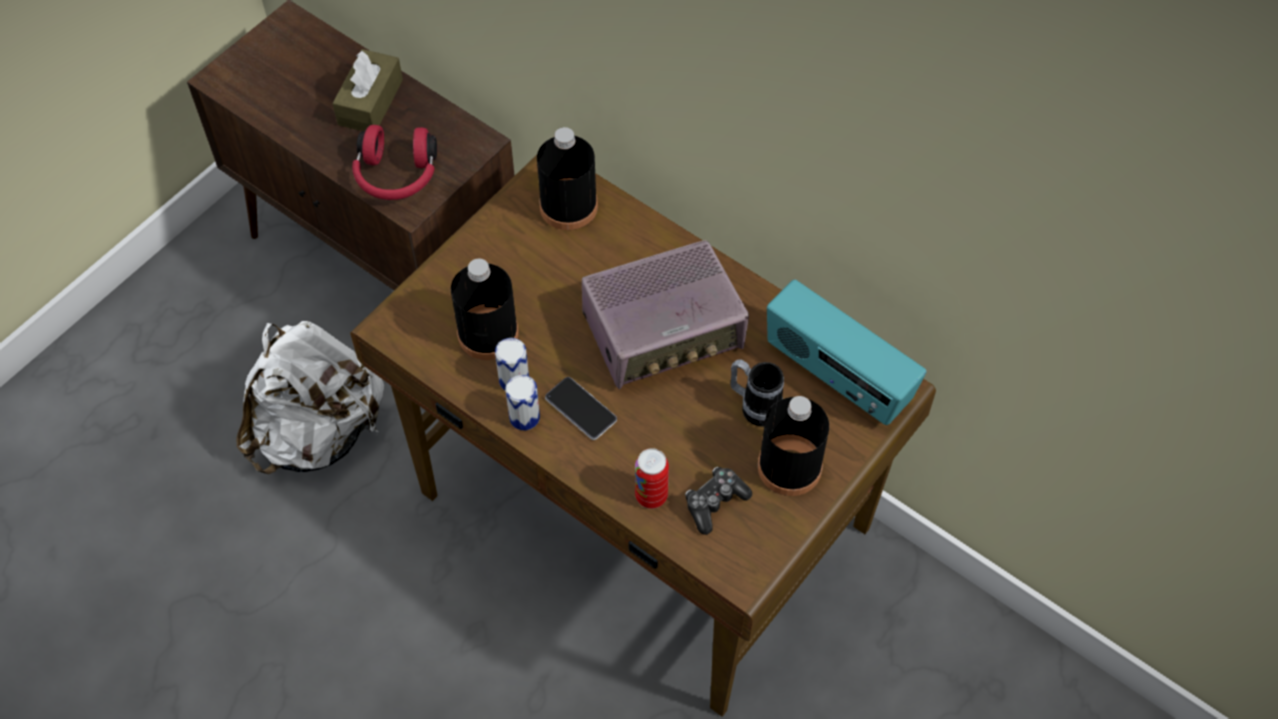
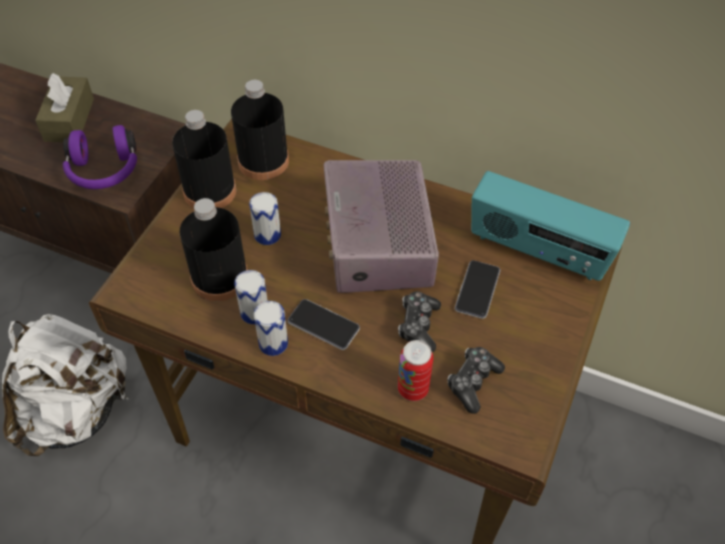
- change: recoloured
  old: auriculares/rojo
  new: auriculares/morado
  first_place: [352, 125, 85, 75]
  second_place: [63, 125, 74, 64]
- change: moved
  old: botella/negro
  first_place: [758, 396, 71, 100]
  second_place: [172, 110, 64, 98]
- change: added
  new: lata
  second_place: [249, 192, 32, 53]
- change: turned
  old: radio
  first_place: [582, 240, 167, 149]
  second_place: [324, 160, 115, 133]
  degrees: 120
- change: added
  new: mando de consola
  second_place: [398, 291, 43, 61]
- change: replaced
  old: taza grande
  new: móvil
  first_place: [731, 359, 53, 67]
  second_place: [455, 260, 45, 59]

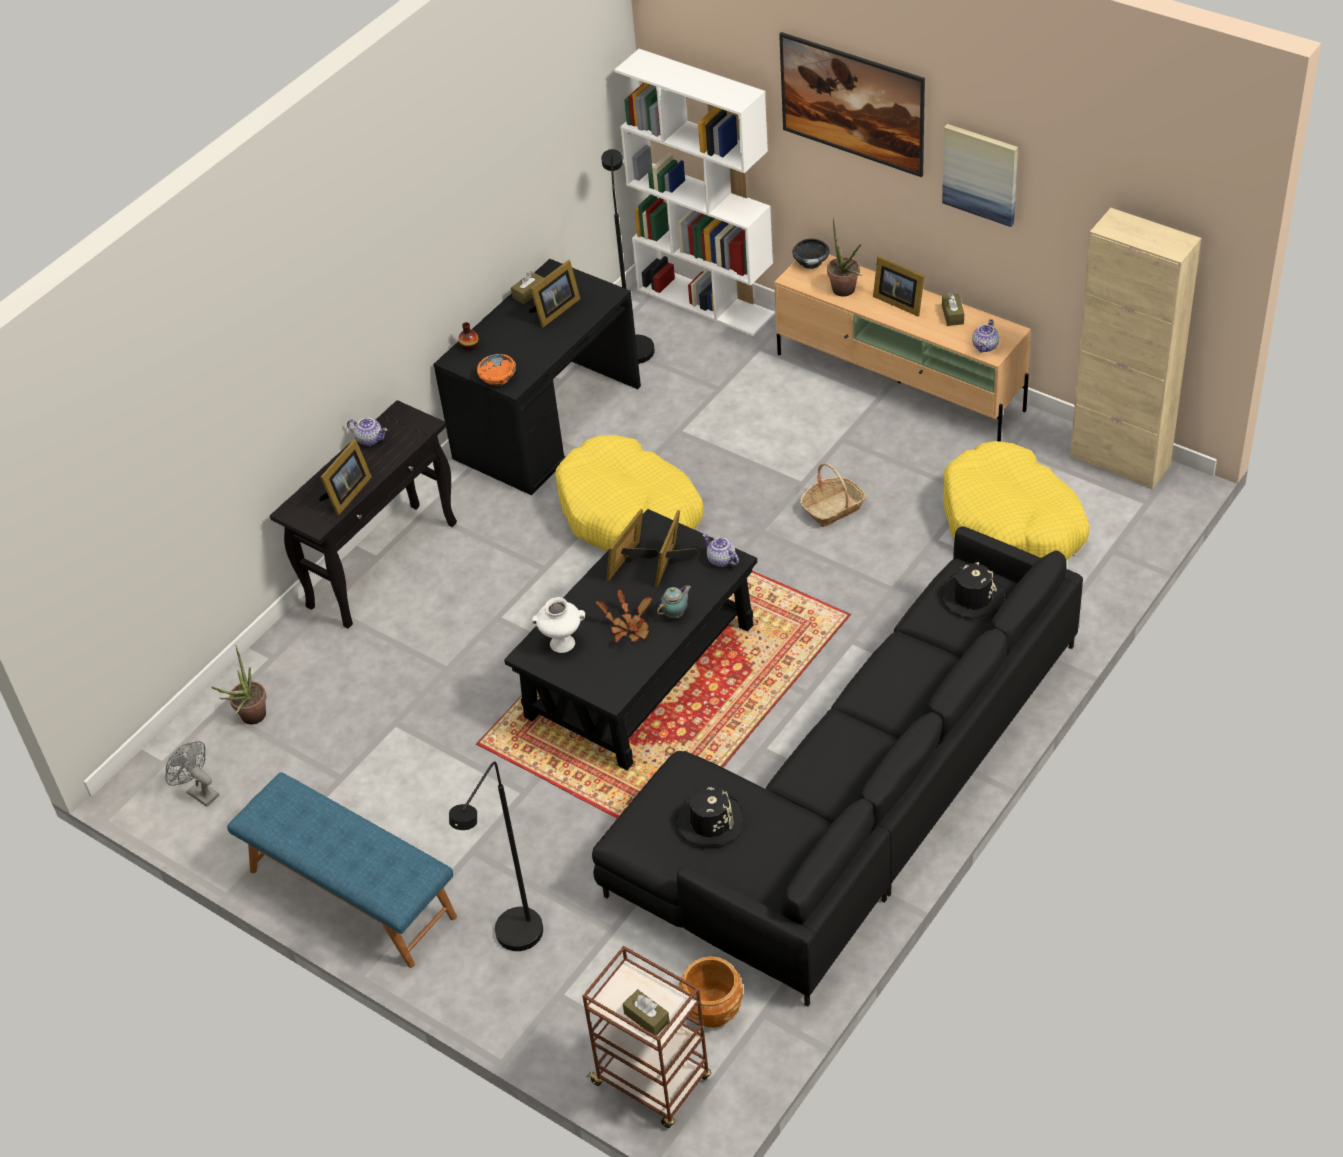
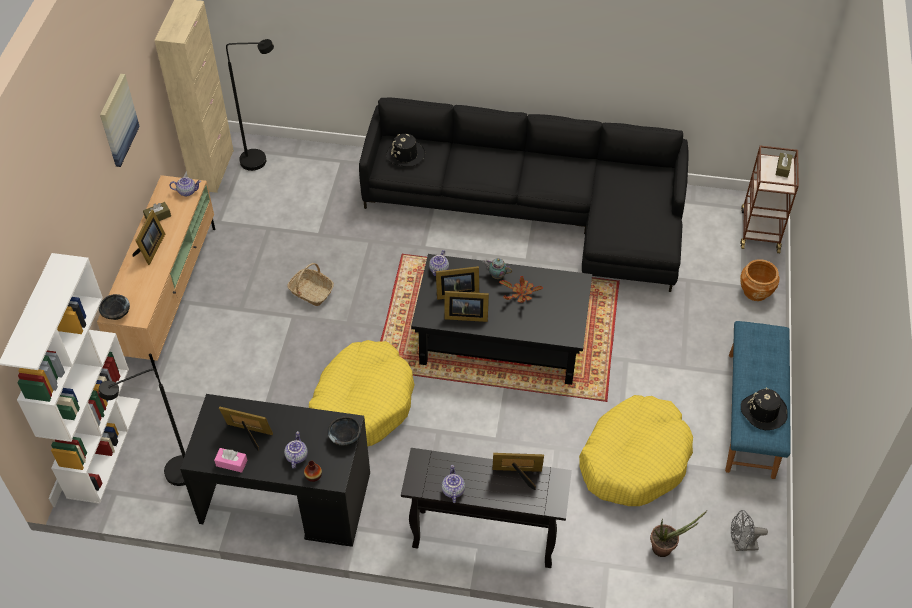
- change: recoloured
  old: caja de pañuelos/marrón
  new: caja de pañuelos/rosa
  first_place: [511, 271, 33, 33]
  second_place: [214, 448, 34, 25]
- change: moved
  old: lámpara de pie/negro
  first_place: [449, 761, 94, 190]
  second_place: [226, 39, 48, 132]
- change: added
  new: tetera
  second_place: [284, 431, 24, 38]
- change: recoloured
  old: cuenco/naranja
  new: cuenco/negro
  first_place: [477, 354, 39, 32]
  second_place: [328, 417, 33, 29]
- change: moved
  old: cama para perro/amarillo
  first_place: [943, 441, 146, 120]
  second_place: [579, 395, 114, 111]
- change: turned
  old: ventilador/gris
  first_place: [165, 741, 54, 66]
  second_place: [731, 510, 37, 41]
  degrees: 75
- change: moved
  old: maceta/marrón
  first_place: [679, 956, 64, 72]
  second_place: [740, 259, 39, 42]
- change: moved
  old: sombrero/negro
  first_place: [676, 786, 68, 59]
  second_place: [741, 387, 47, 43]
- change: removed
  old: florero/blanco
  first_place: [532, 597, 53, 56]
- change: removed
  old: cuadro
  first_place: [779, 32, 146, 145]
- change: removed
  old: planta en maceta
  first_place: [827, 218, 35, 79]

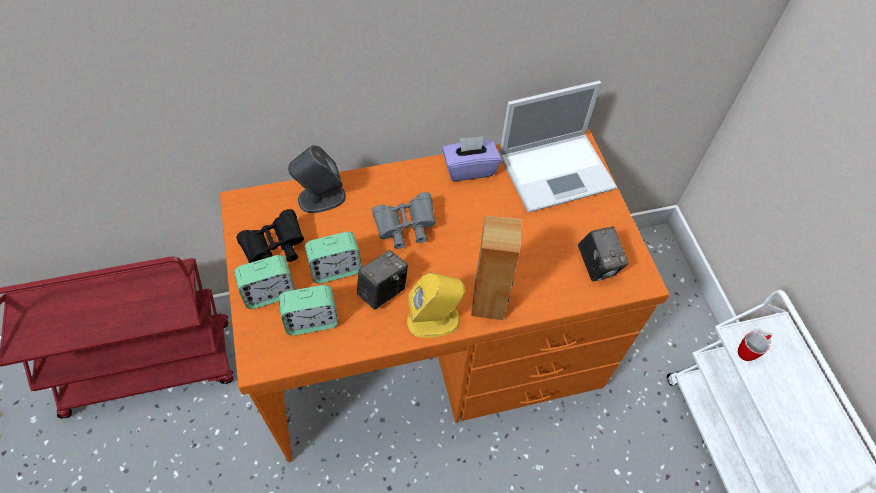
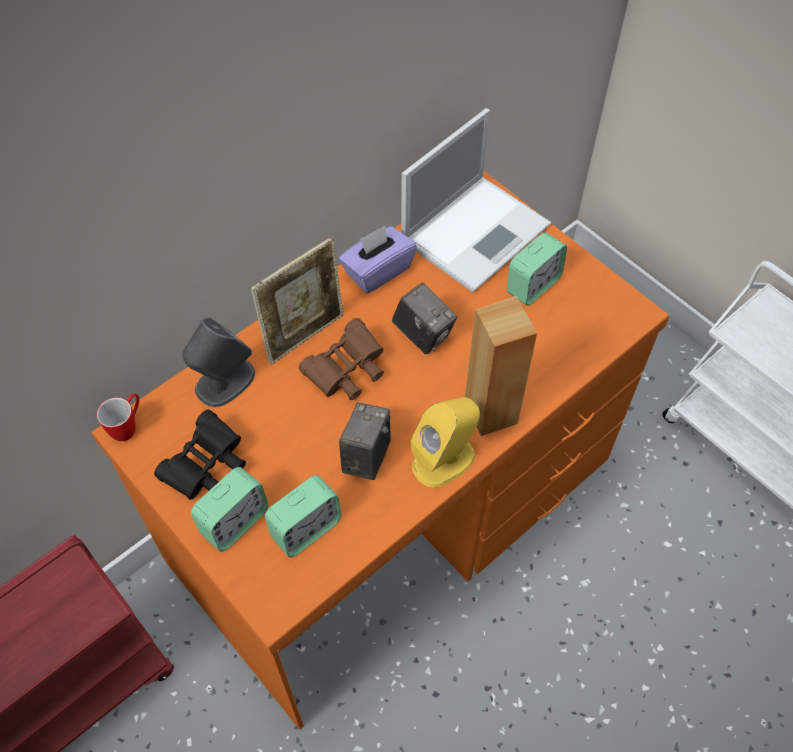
- change: moved
  old: taza grande
  first_place: [738, 332, 33, 29]
  second_place: [97, 394, 42, 47]
- change: added
  new: portarretratos
  second_place: [251, 237, 93, 128]
- change: recoloured
  old: prismáticos/gris
  new: prismáticos/marrón
  first_place: [372, 192, 64, 57]
  second_place: [299, 318, 85, 82]
- change: moved
  old: cámara
  first_place: [578, 227, 51, 54]
  second_place: [392, 283, 65, 71]
- change: moved
  old: despertador
  first_place: [305, 232, 57, 51]
  second_place: [507, 232, 60, 74]

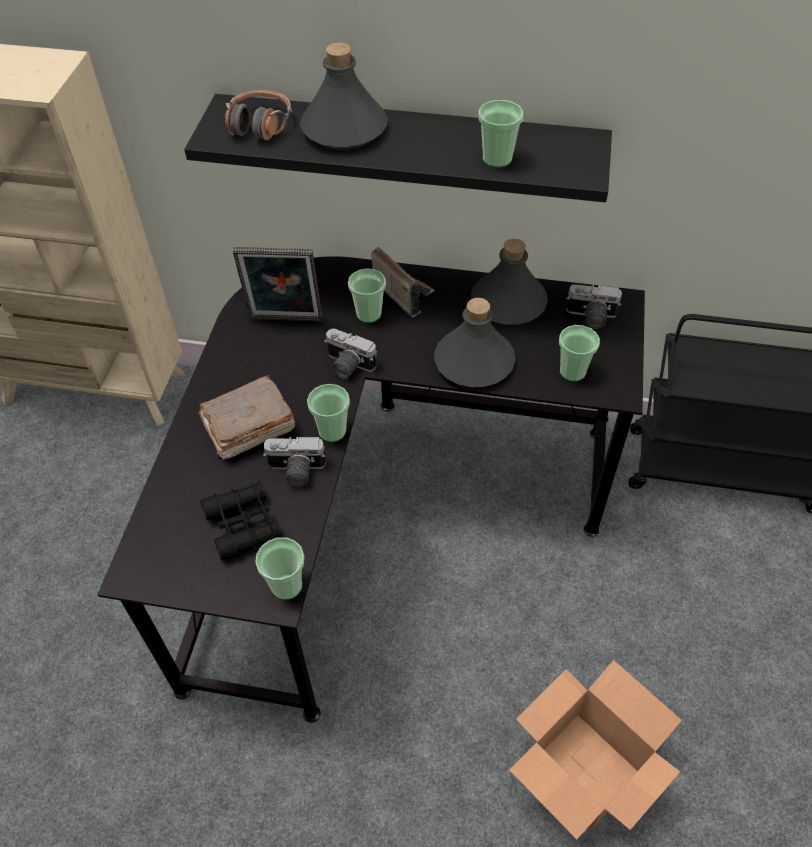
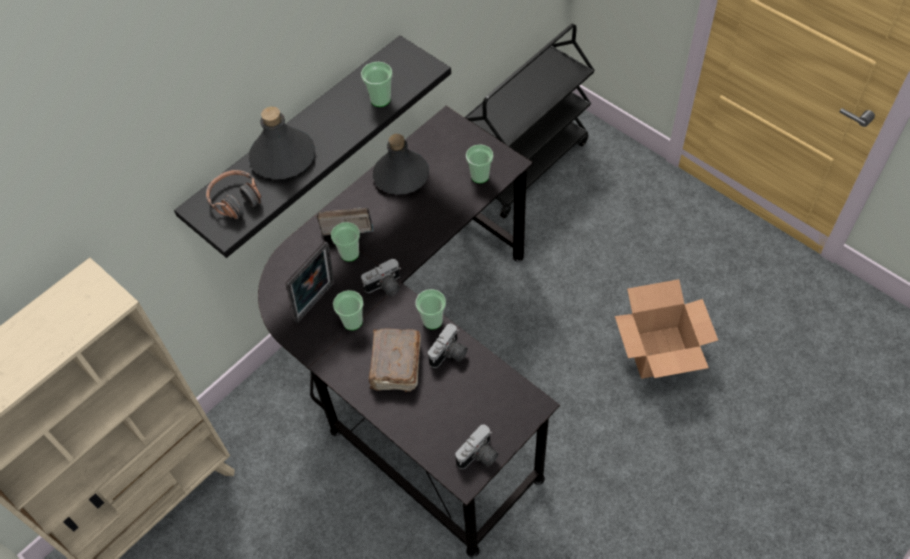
- change: moved
  old: taza
  first_place: [255, 537, 49, 63]
  second_place: [333, 290, 31, 40]
- change: moved
  old: cámara
  first_place: [566, 284, 56, 45]
  second_place: [455, 424, 44, 45]
- change: removed
  old: prismáticos/negro
  first_place: [200, 481, 83, 79]
- change: removed
  old: botella/gris
  first_place: [434, 298, 82, 89]

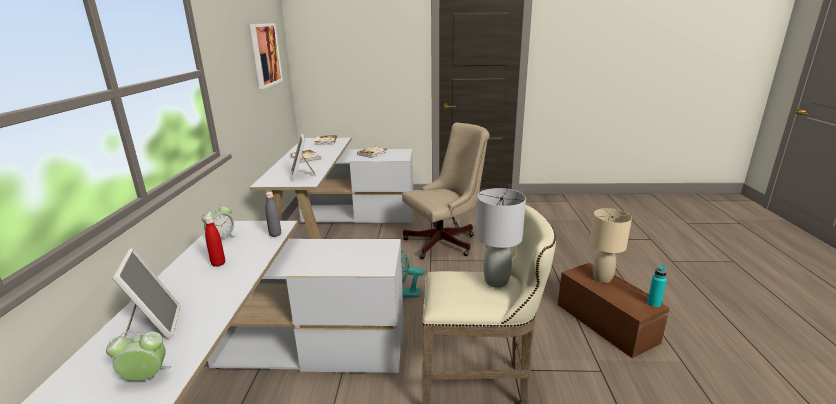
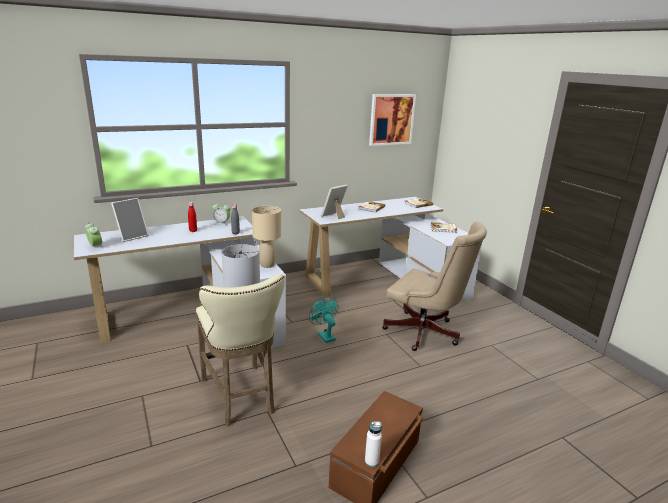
- change: moved
  old: lámpara de mesa/beis
  first_place: [590, 208, 42, 75]
  second_place: [252, 206, 29, 62]
- change: recoloured
  old: botella/turquesa
  new: botella/blanco
  first_place: [647, 265, 20, 43]
  second_place: [365, 421, 17, 46]

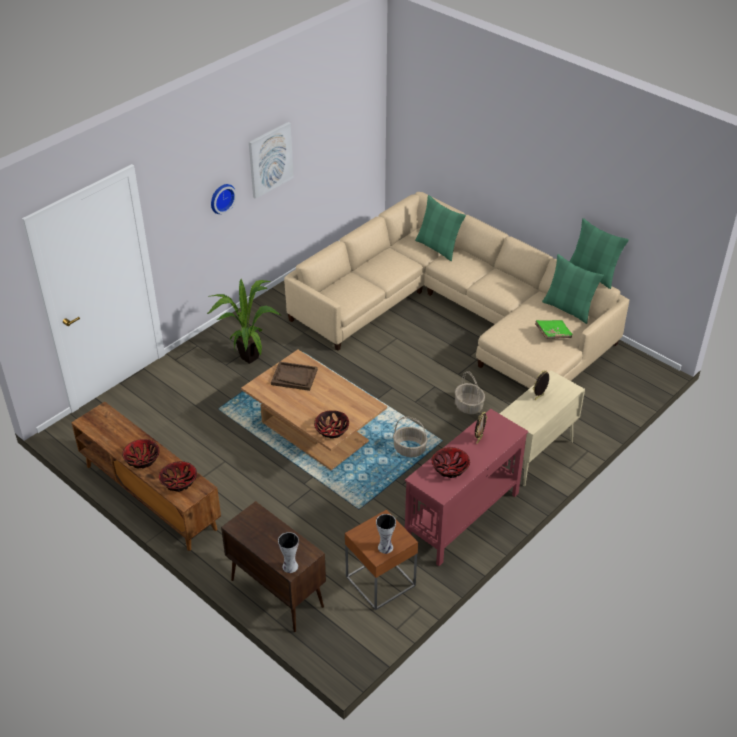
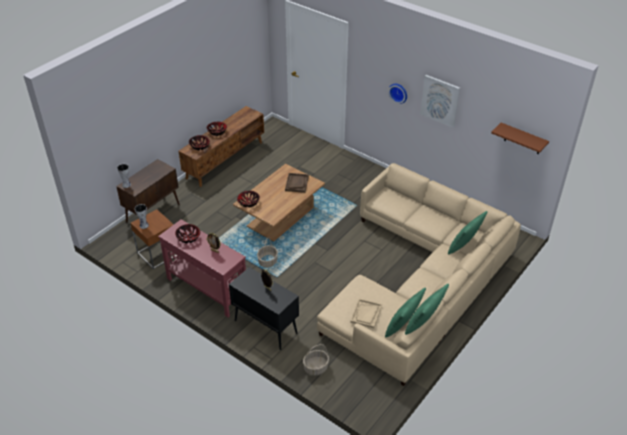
- change: recoloured
  old: armario/beis
  new: armario/negro
  first_place: [500, 370, 85, 116]
  second_place: [229, 267, 70, 83]
- change: moved
  old: cesta
  first_place: [455, 371, 30, 43]
  second_place: [303, 344, 26, 31]
- change: replaced
  old: libro/verde
  new: bandeja/beis
  first_place: [535, 320, 37, 19]
  second_place: [350, 298, 32, 30]
- change: added
  new: estante/marrón
  second_place: [491, 123, 58, 31]
- change: removed
  old: planta en maceta
  first_place: [207, 278, 73, 86]

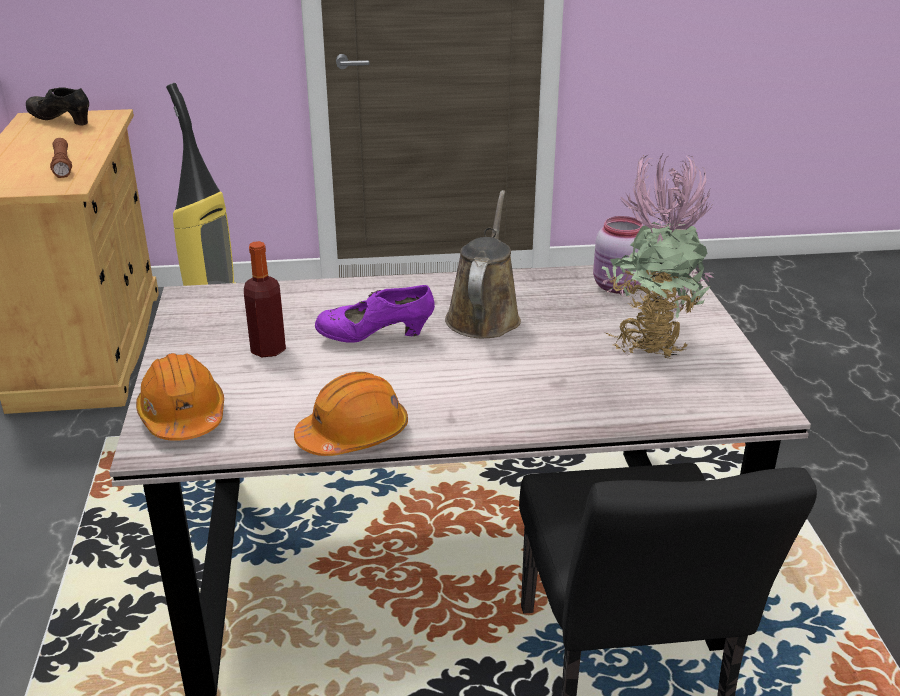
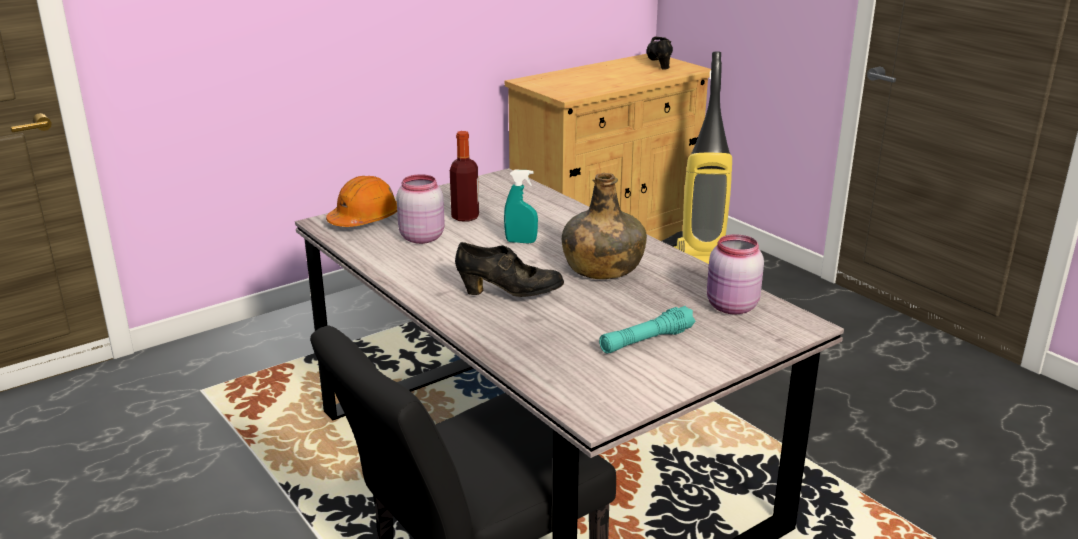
- change: added
  new: tarro/rosa
  second_place: [396, 174, 49, 70]
- change: added
  new: zapato/negro
  second_place: [455, 242, 109, 55]
- change: replaced
  old: zapato/morado
  new: pulverizador/turquesa
  first_place: [315, 285, 120, 58]
  second_place: [504, 170, 34, 73]
- change: replaced
  old: regadera/marrón
  new: botella/verde
  first_place: [445, 190, 76, 148]
  second_place: [562, 173, 85, 106]
- change: replaced
  old: planta en maceta
  new: linterna/turquesa
  first_place: [602, 152, 112, 207]
  second_place: [599, 306, 97, 48]
- change: removed
  old: linterna/marrón
  first_place: [50, 138, 22, 40]
- change: removed
  old: casco/naranja
  first_place: [294, 372, 114, 84]

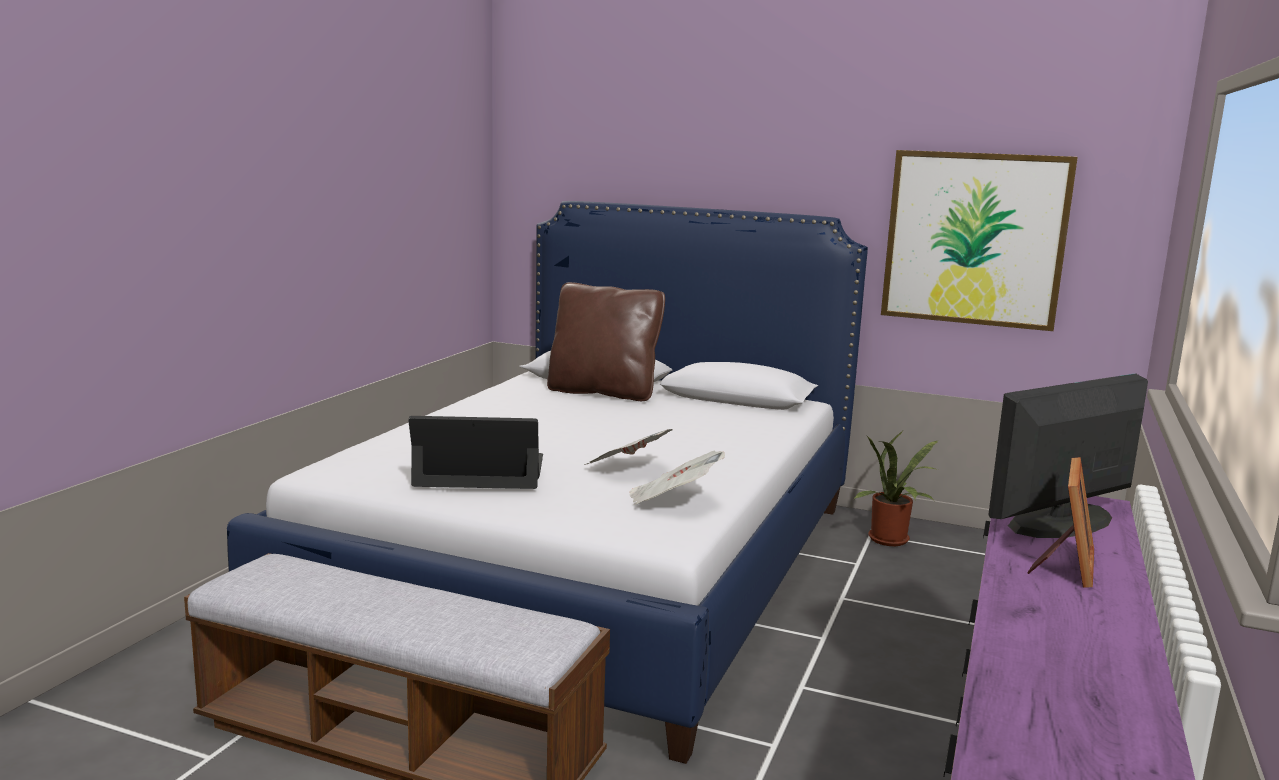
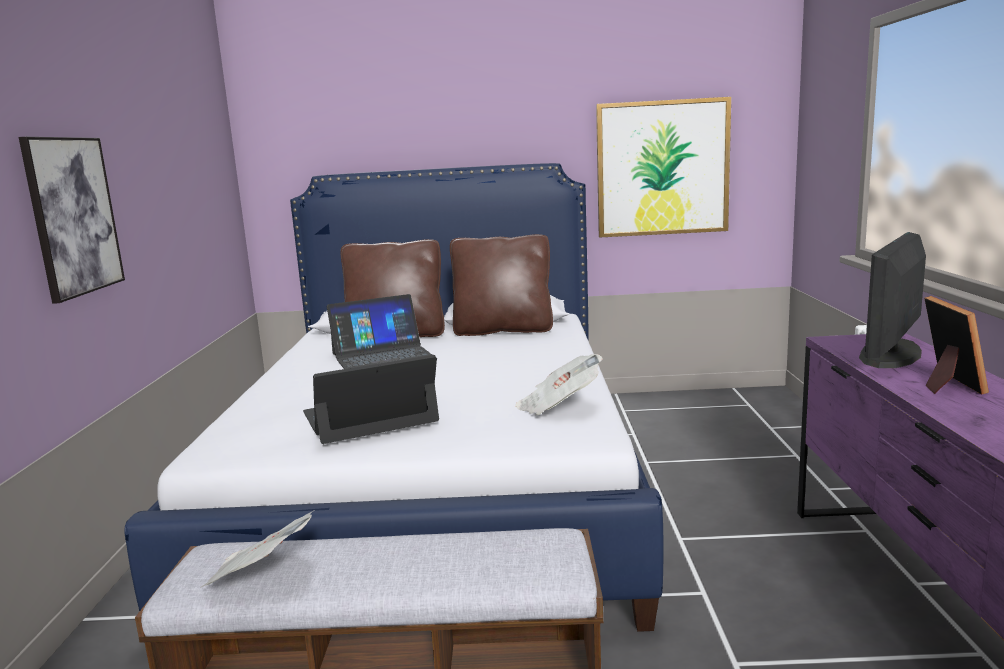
- change: added
  new: cuadro
  second_place: [19, 137, 106, 167]
- change: moved
  old: periódico
  first_place: [584, 429, 89, 36]
  second_place: [200, 510, 115, 78]
- change: added
  new: portátil
  second_place: [327, 294, 105, 75]
- change: added
  new: cojín/marrón
  second_place: [450, 234, 103, 102]
- change: removed
  old: planta en maceta
  first_place: [854, 431, 84, 115]

